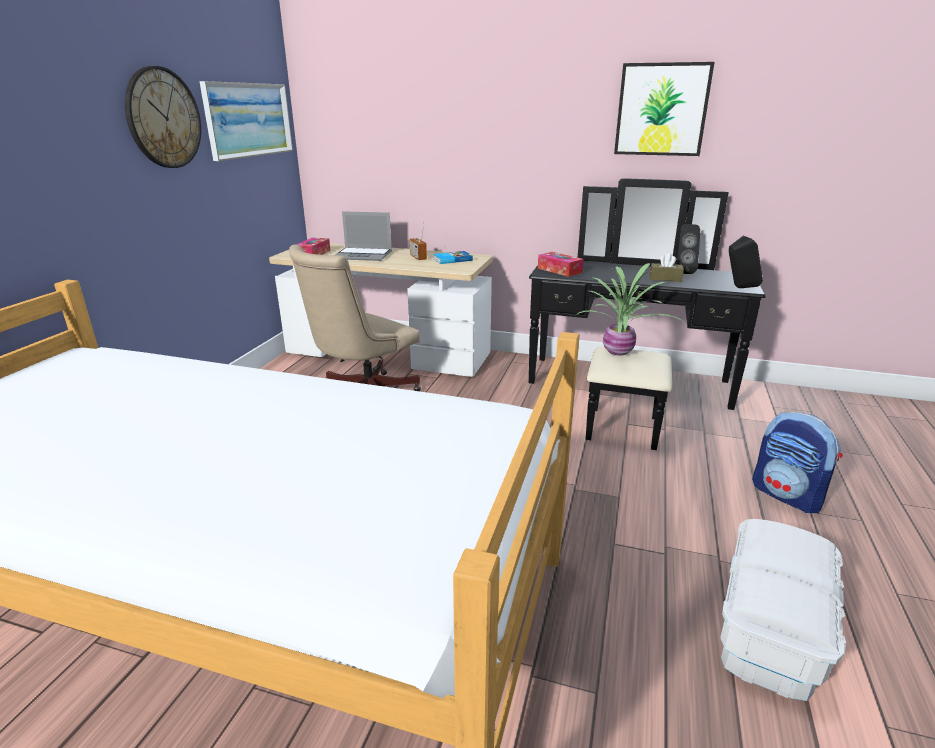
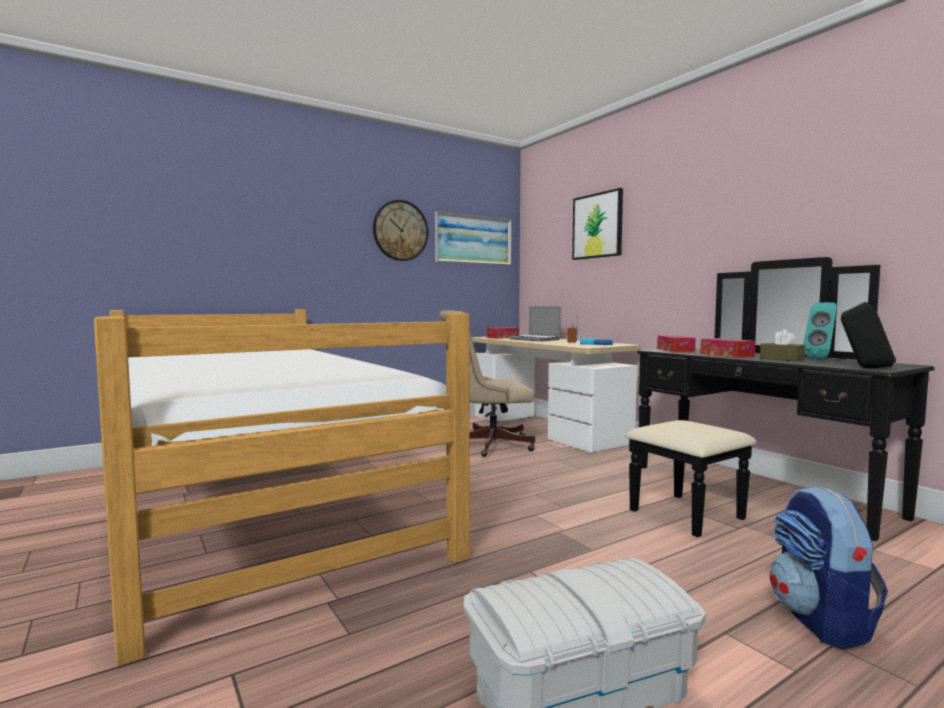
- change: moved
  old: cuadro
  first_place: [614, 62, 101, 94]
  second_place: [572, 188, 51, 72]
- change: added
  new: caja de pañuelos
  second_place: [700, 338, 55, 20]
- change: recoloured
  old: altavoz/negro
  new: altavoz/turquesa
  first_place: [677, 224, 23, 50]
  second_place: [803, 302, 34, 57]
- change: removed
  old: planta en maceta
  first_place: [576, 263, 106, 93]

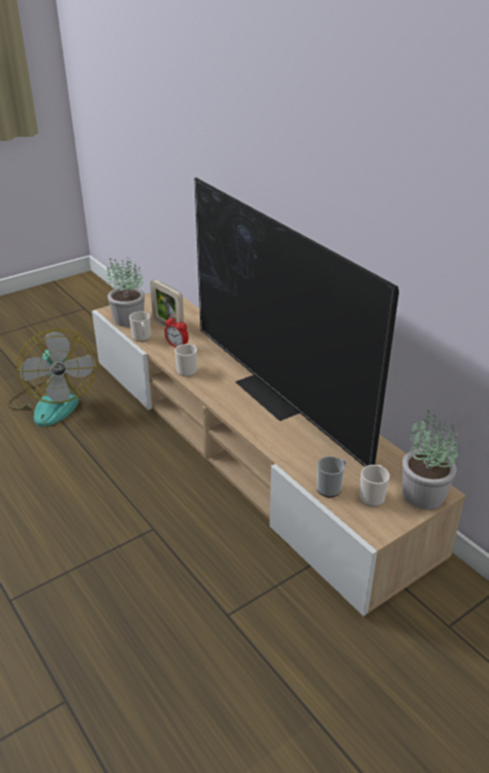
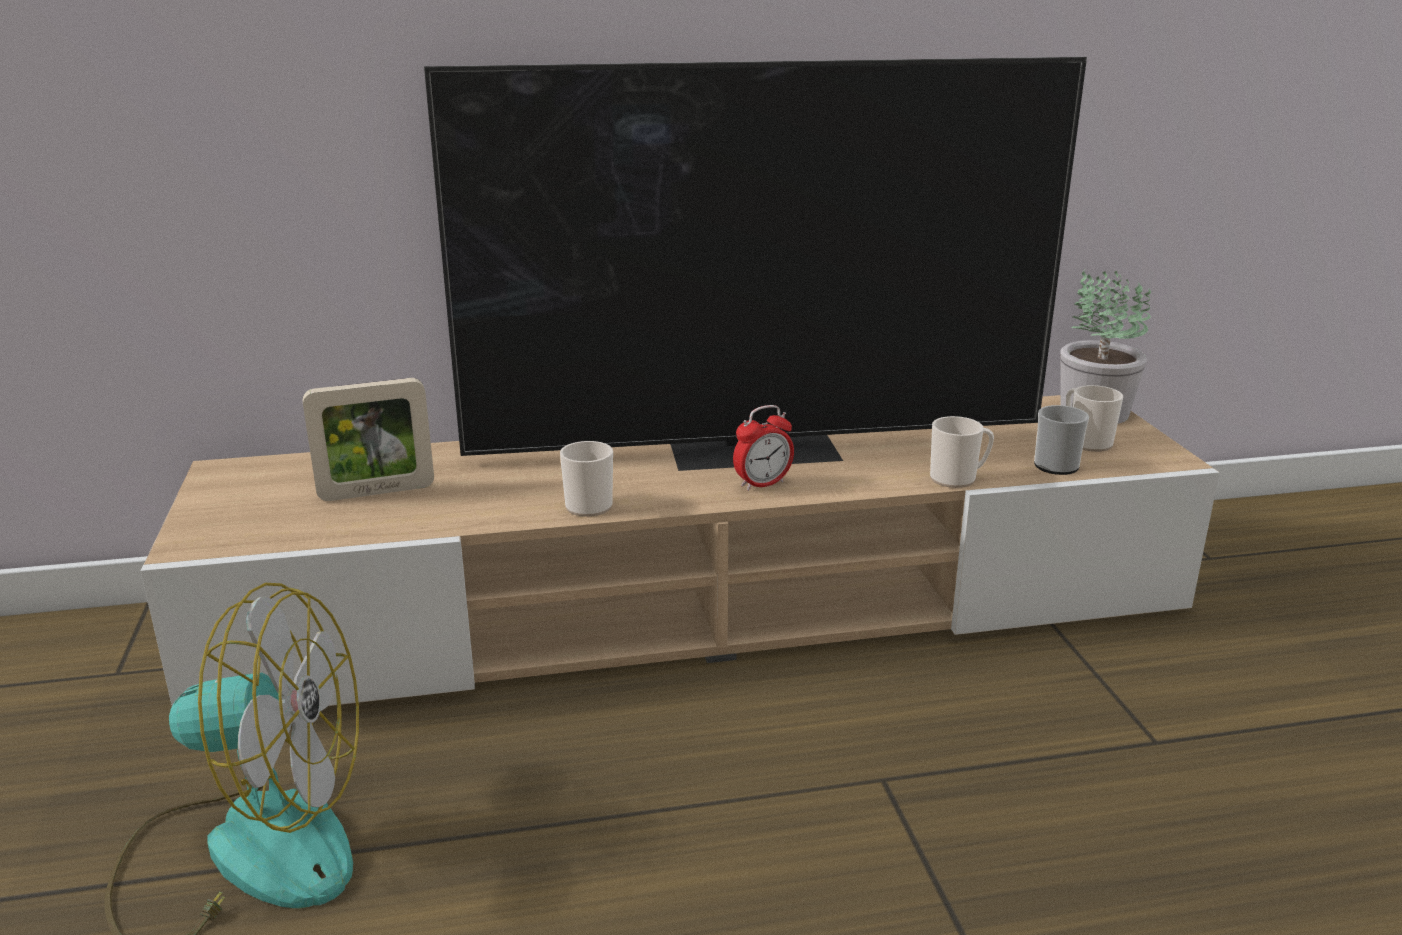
- change: moved
  old: despertador
  first_place: [165, 315, 24, 33]
  second_place: [733, 405, 61, 86]
- change: moved
  old: taza grande
  first_place: [129, 312, 22, 30]
  second_place: [930, 416, 64, 72]
- change: removed
  old: planta en maceta
  first_place: [106, 257, 39, 70]

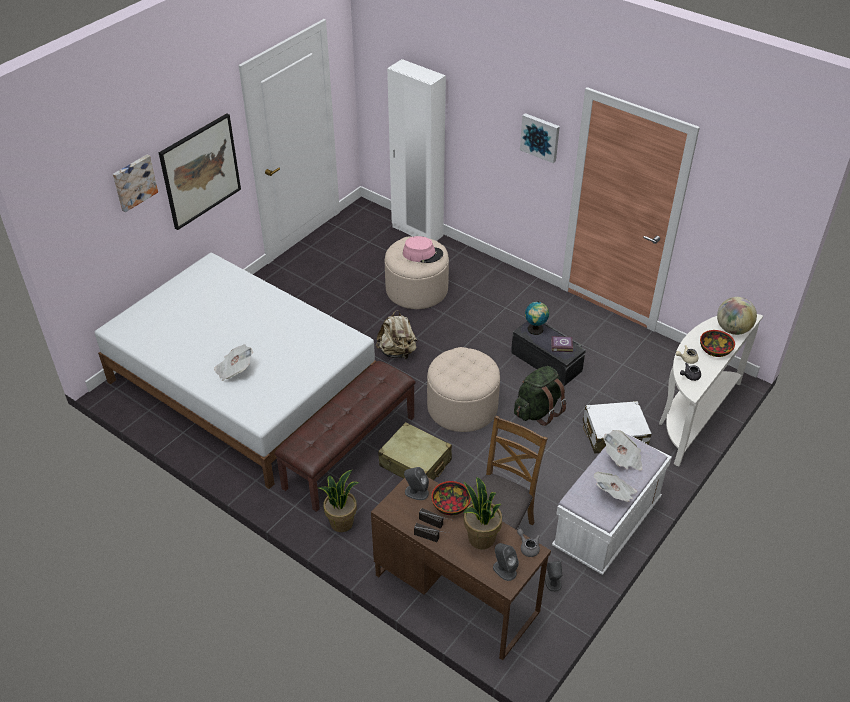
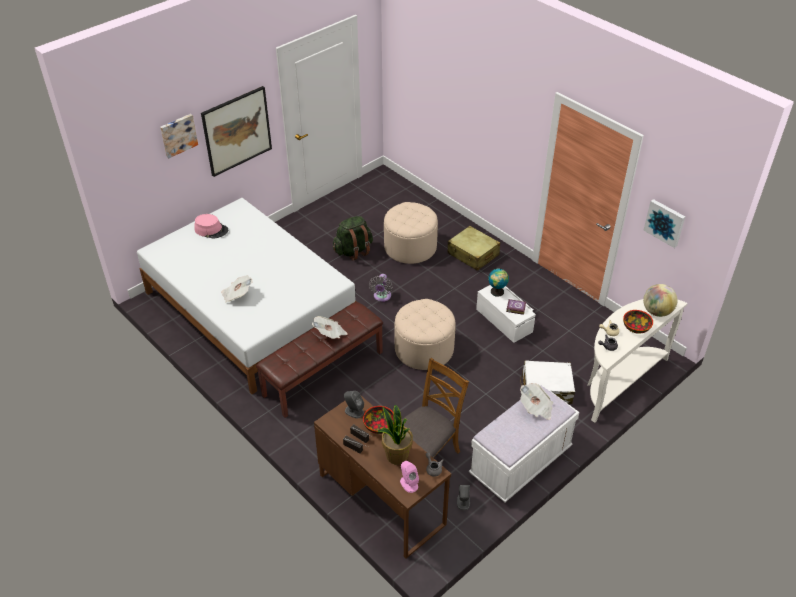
- change: moved
  old: sombrero/rosa
  first_place: [403, 236, 40, 27]
  second_place: [194, 214, 34, 25]
- change: moved
  old: periódico
  first_place: [594, 472, 43, 30]
  second_place: [312, 316, 36, 23]
- change: moved
  old: mochila/verde
  first_place: [514, 366, 53, 60]
  second_place: [333, 216, 40, 44]
- change: replaced
  old: mochila/beis
  new: ventilador/gris
  first_place: [376, 310, 41, 49]
  second_place: [369, 274, 24, 28]
- change: recoloured
  old: altavoz/gris
  new: altavoz/rosa
  first_place: [493, 543, 26, 38]
  second_place: [400, 461, 19, 32]
- change: moved
  old: maleta/beis
  first_place: [378, 422, 74, 58]
  second_place: [448, 226, 52, 45]
- change: recoloured
  old: caja de almacenaje/negro
  new: caja de almacenaje/blanco
  first_place: [511, 321, 75, 65]
  second_place: [476, 285, 60, 58]
- change: moved
  old: cuadro
  first_place: [520, 113, 40, 50]
  second_place: [643, 199, 42, 49]
- change: removed
  old: planta en maceta
  first_place: [318, 470, 41, 62]
- change: removed
  old: armario ropero/blanco
  first_place: [387, 59, 59, 182]

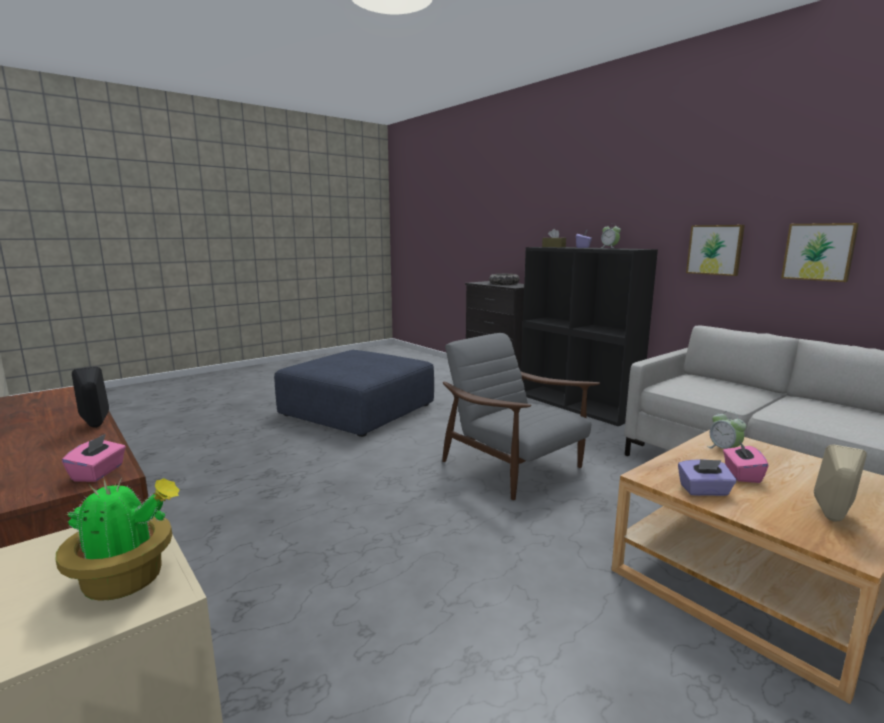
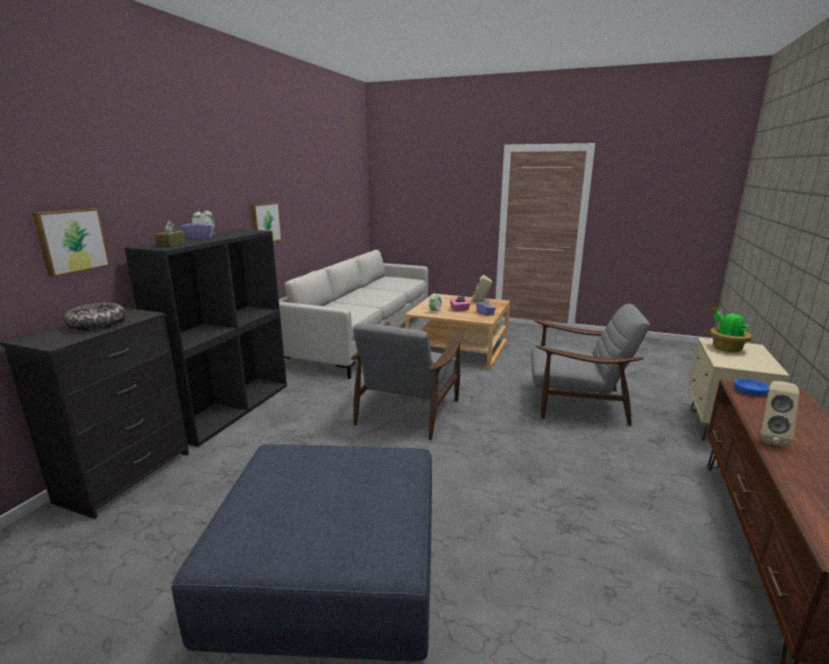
- change: moved
  old: cuadro
  first_place: [781, 223, 78, 59]
  second_place: [32, 208, 79, 69]
- change: added
  new: sillón/gris
  second_place: [531, 304, 119, 122]
- change: replaced
  old: caja de pañuelos/rosa
  new: cuenco/azul
  first_place: [62, 434, 64, 48]
  second_place: [734, 379, 36, 17]
- change: recoloured
  old: altavoz/negro
  new: altavoz/beis
  first_place: [72, 367, 37, 61]
  second_place: [761, 381, 38, 65]

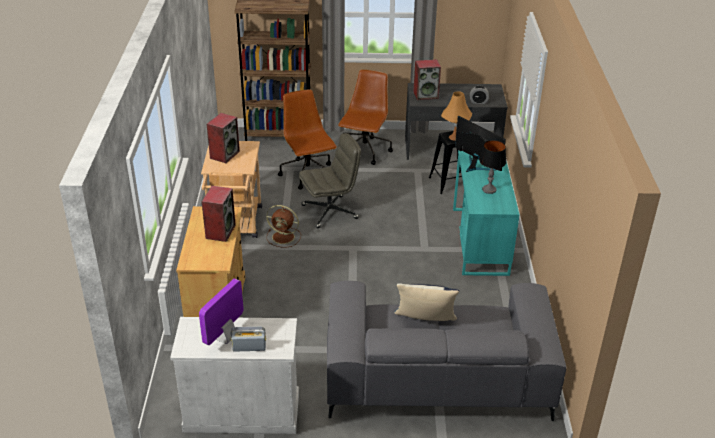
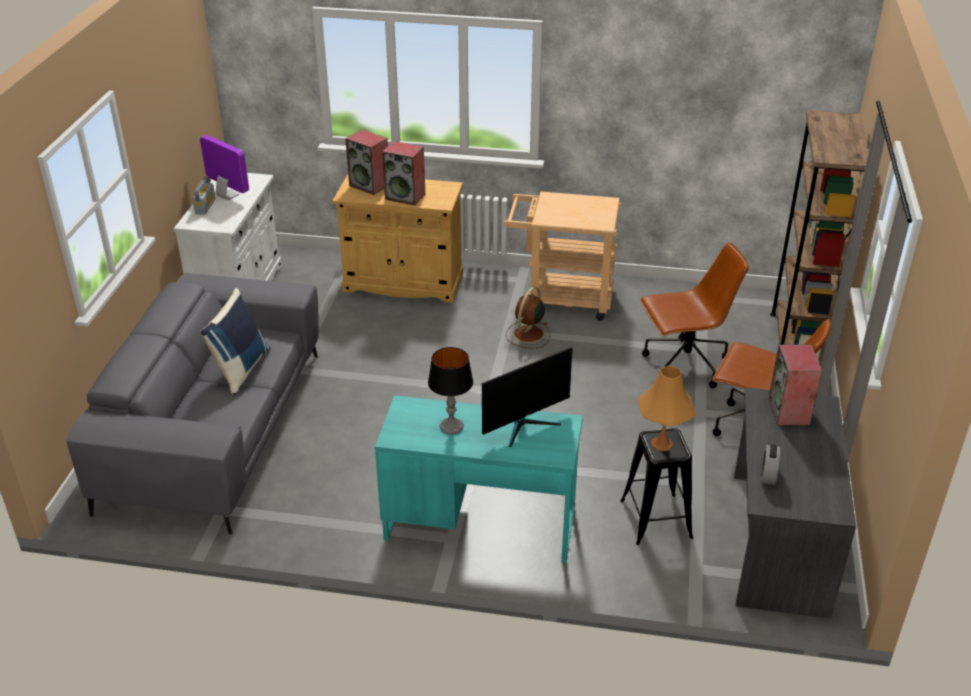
- change: moved
  old: altavoz
  first_place: [207, 113, 33, 50]
  second_place: [345, 130, 43, 65]
- change: removed
  old: silla de oficina/gris
  first_place: [299, 133, 62, 95]

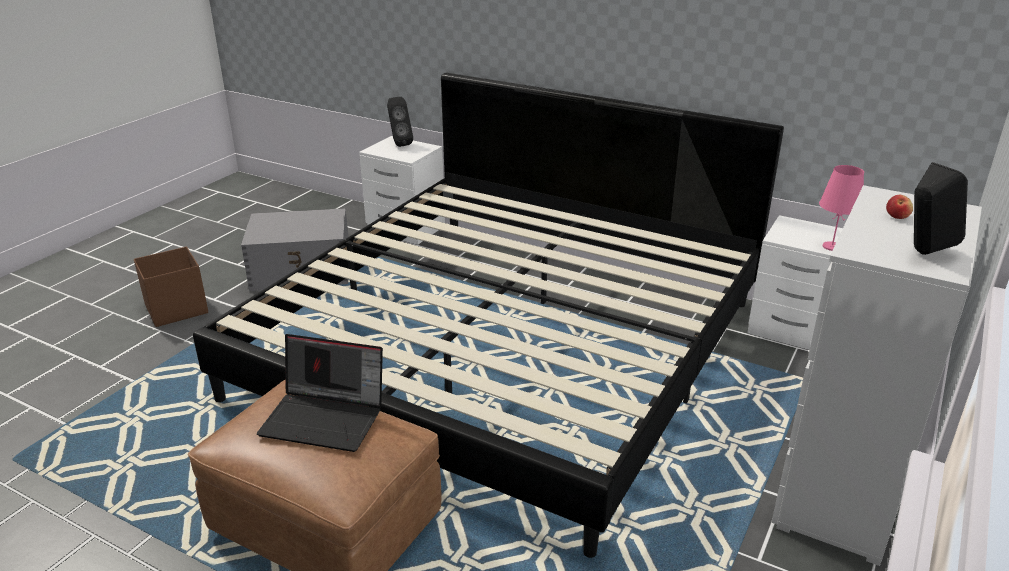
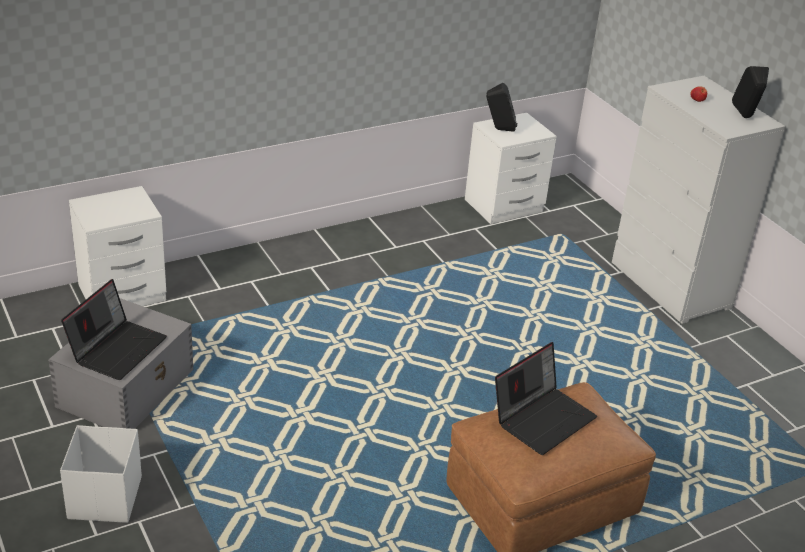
- change: recoloured
  old: caja de almacenaje/marrón
  new: caja de almacenaje/blanco
  first_place: [134, 247, 74, 80]
  second_place: [60, 425, 82, 98]
- change: added
  new: portátil
  second_place: [61, 279, 106, 101]
- change: moved
  old: altavoz/negro
  first_place: [387, 97, 26, 50]
  second_place: [486, 83, 31, 49]
- change: removed
  old: cama
  first_place: [193, 73, 591, 485]
- change: removed
  old: lámpara de mesa/rosa
  first_place: [819, 165, 45, 86]

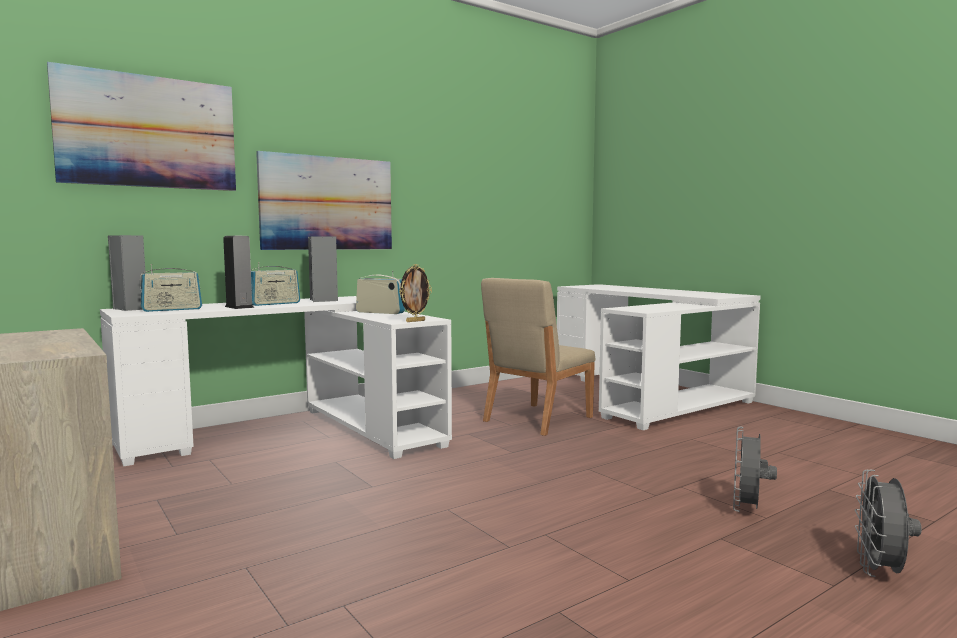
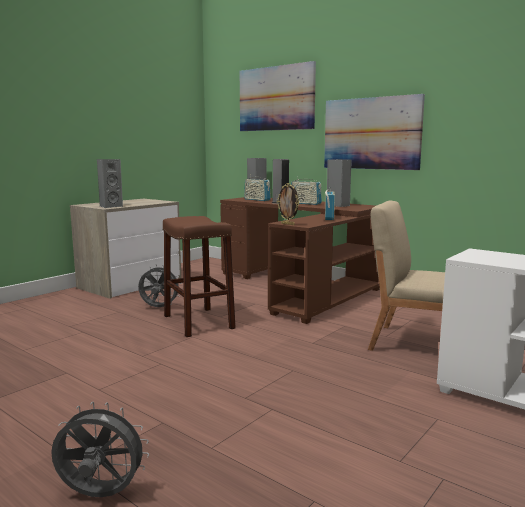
- change: added
  new: altavoz/gris
  second_place: [97, 159, 26, 49]
- change: moved
  old: ventilador/gris
  first_place: [733, 427, 44, 85]
  second_place: [138, 265, 42, 42]
- change: added
  new: taburete/marrón
  second_place: [162, 216, 74, 121]
- change: recoloured
  old: escritorio/blanco
  new: escritorio/marrón
  first_place: [100, 296, 352, 170]
  second_place: [220, 197, 160, 127]

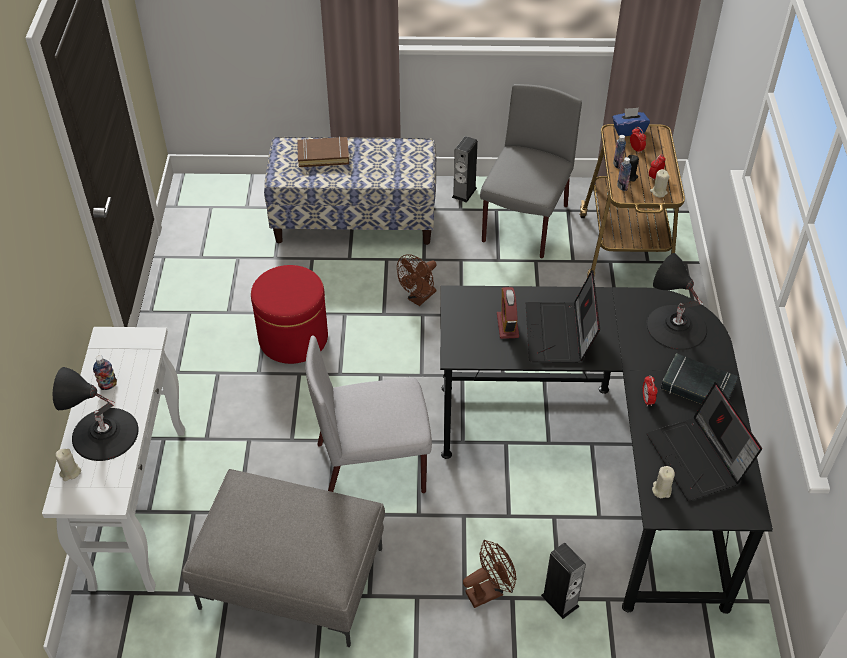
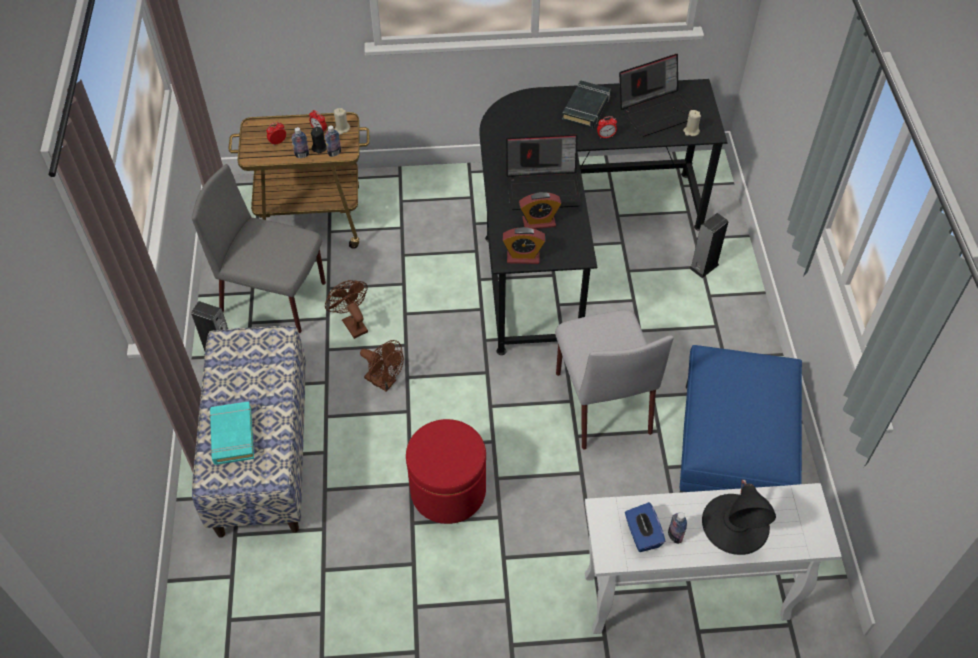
- change: recoloured
  old: libro/marrón
  new: libro/turquesa
  first_place: [297, 136, 52, 31]
  second_place: [209, 401, 45, 64]
- change: moved
  old: ventilador/marrón
  first_place: [463, 540, 53, 68]
  second_place: [325, 280, 43, 59]
- change: added
  new: despertador
  second_place: [502, 227, 44, 37]
- change: moved
  old: caja de pañuelos/azul
  first_place: [612, 107, 38, 29]
  second_place: [625, 502, 41, 50]
- change: recoloured
  old: puf/gris
  new: puf/azul
  first_place: [182, 469, 203, 178]
  second_place: [680, 345, 122, 148]
- change: removed
  old: vela/beis
  first_place: [56, 449, 25, 32]
- change: removed
  old: lámpara de mesa/negro
  first_place: [646, 253, 61, 97]

